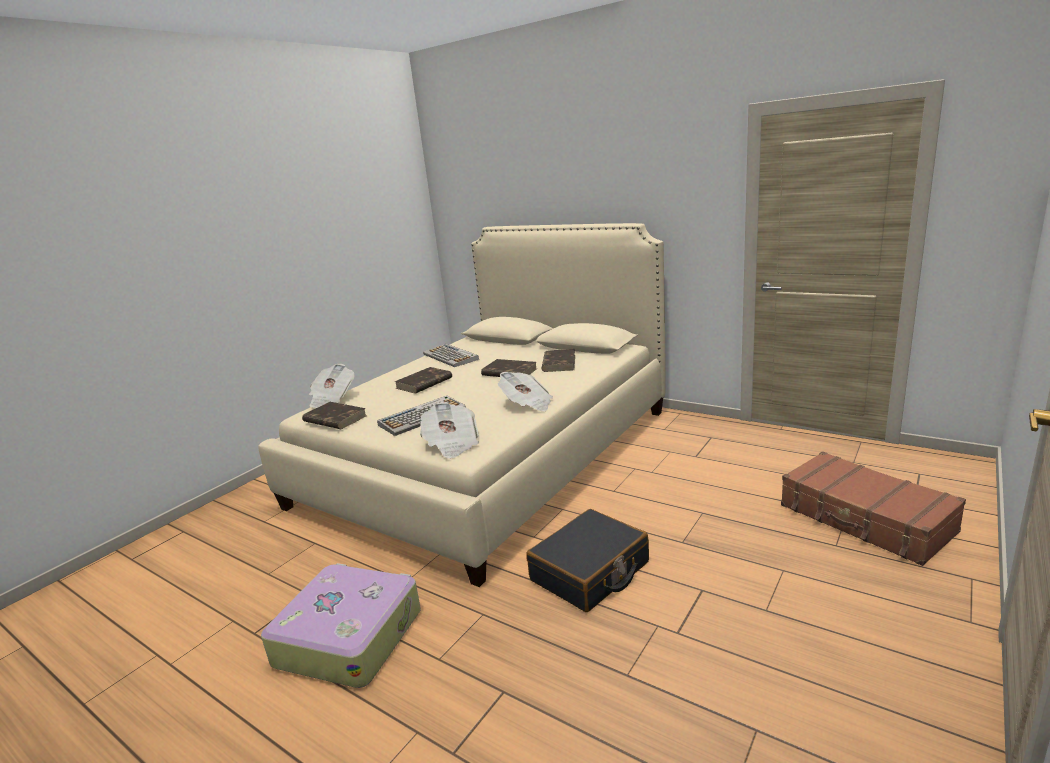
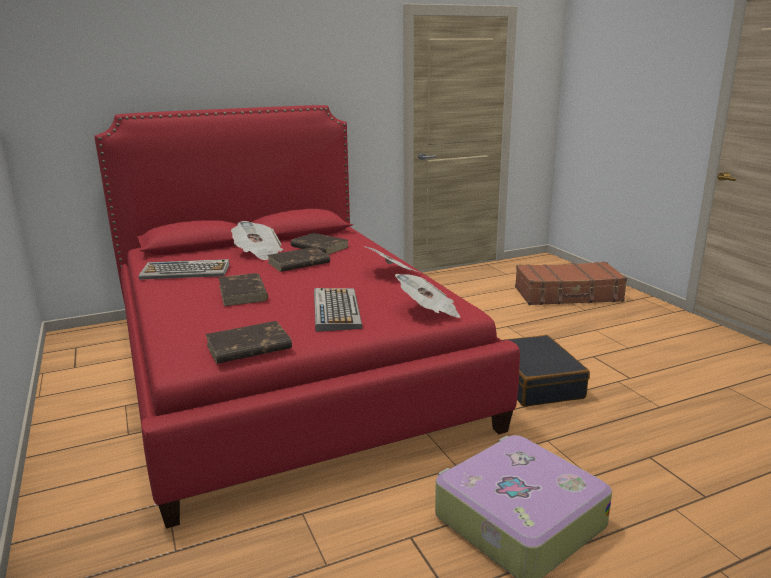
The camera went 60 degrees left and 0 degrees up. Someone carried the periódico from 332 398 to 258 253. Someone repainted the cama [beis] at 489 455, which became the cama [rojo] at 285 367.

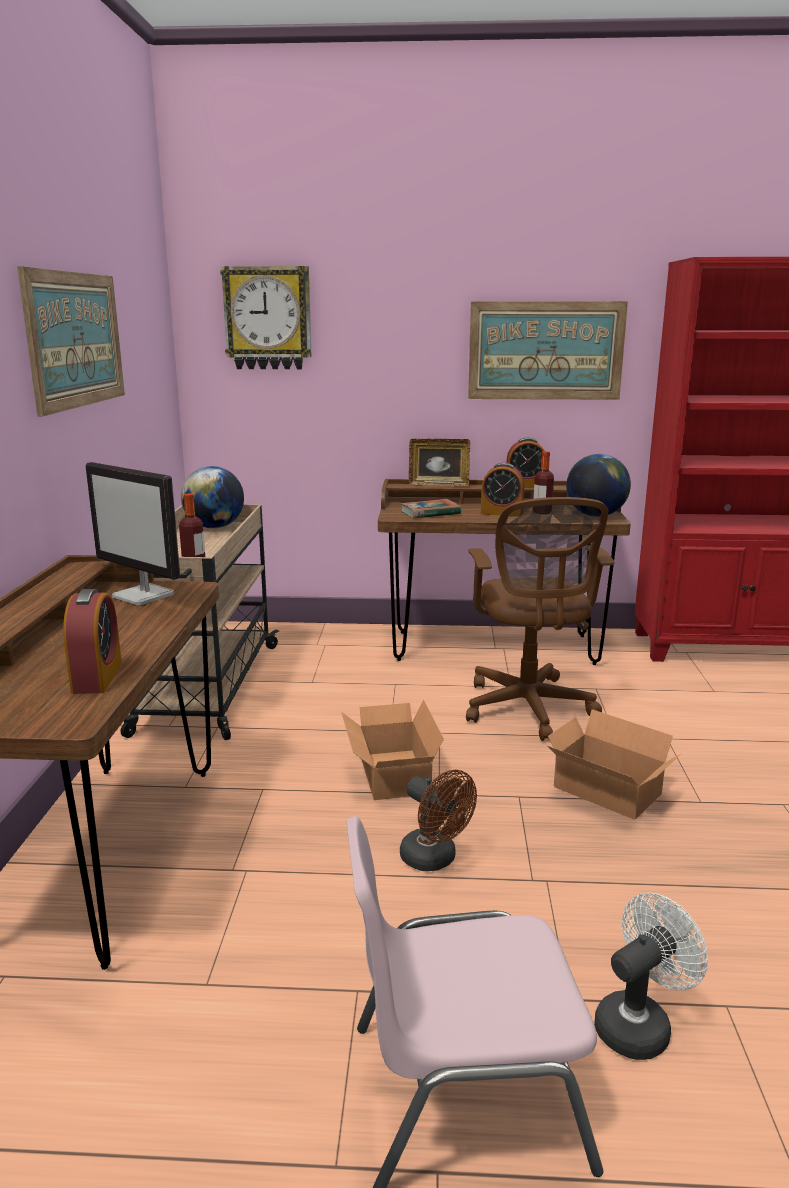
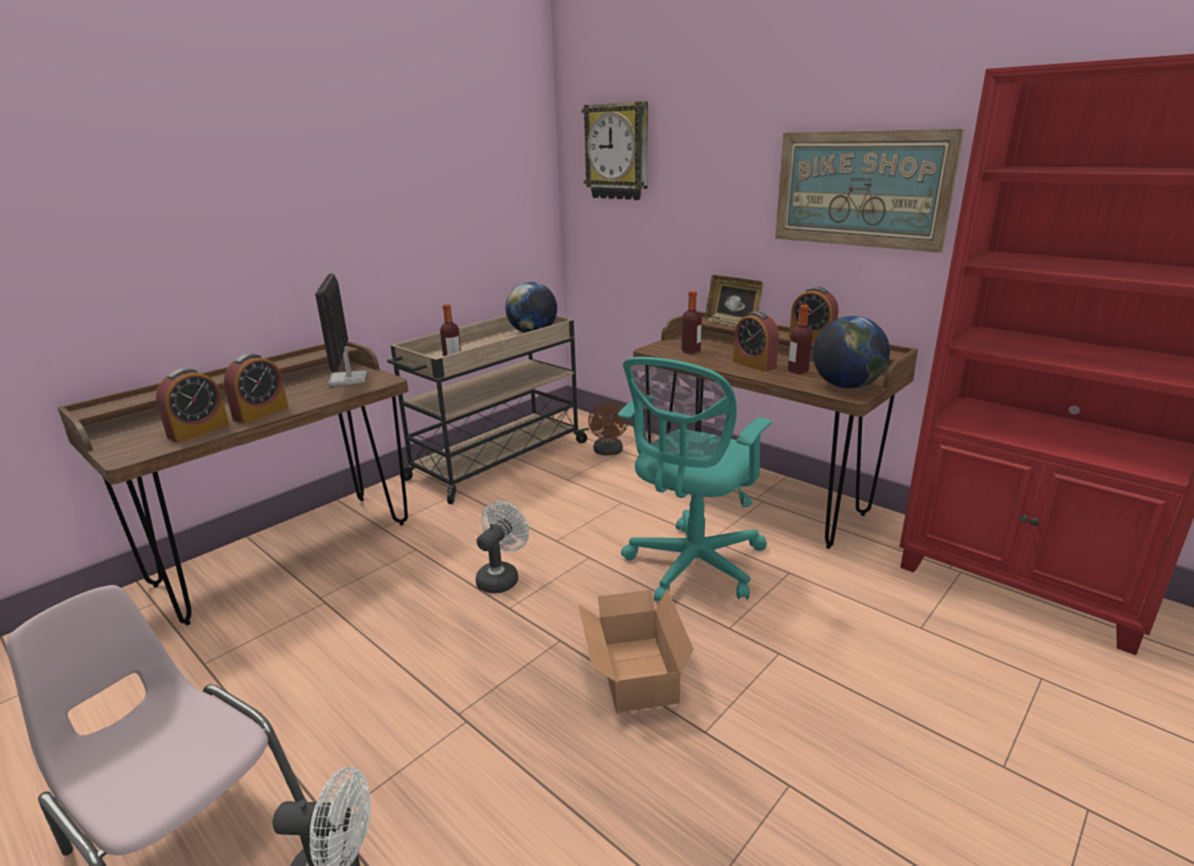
The camera went 40 degrees right and 5 degrees up. Someone took away the cuadro at 75 339. Someone put down the despertador at 261 413. Someone carried the ventilador [marrón] from 435 860 to 608 452. Someone swapped the caja de cartón at 391 776 for the ventilador [blanco] at 501 577. Someone swapped the libro at 430 513 for the botella at 690 351. Someone repainted the silla de oficina [marrón] at 528 710, which became the silla de oficina [turquesa] at 691 568.

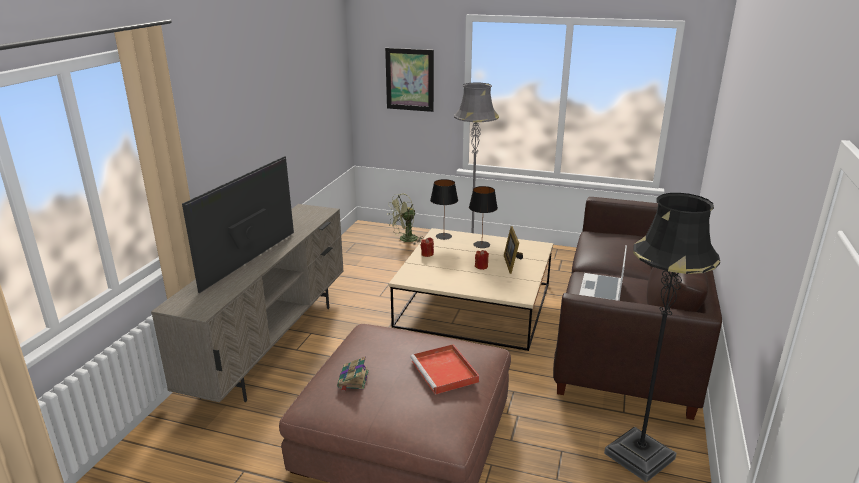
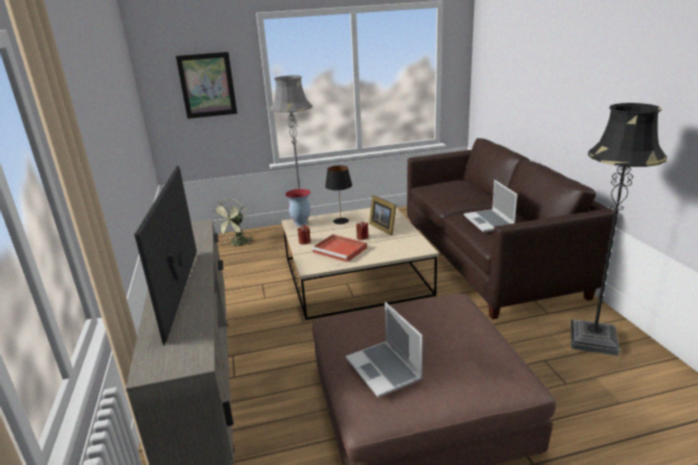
The camera went 30 degrees left and 0 degrees up. Someone carried the bandeja [rojo] from 445 372 to 341 250. Someone swapped the libro at 353 379 for the portátil at 385 370. Someone swapped the lámpara de mesa [negro] at 443 236 for the florero at 301 224.

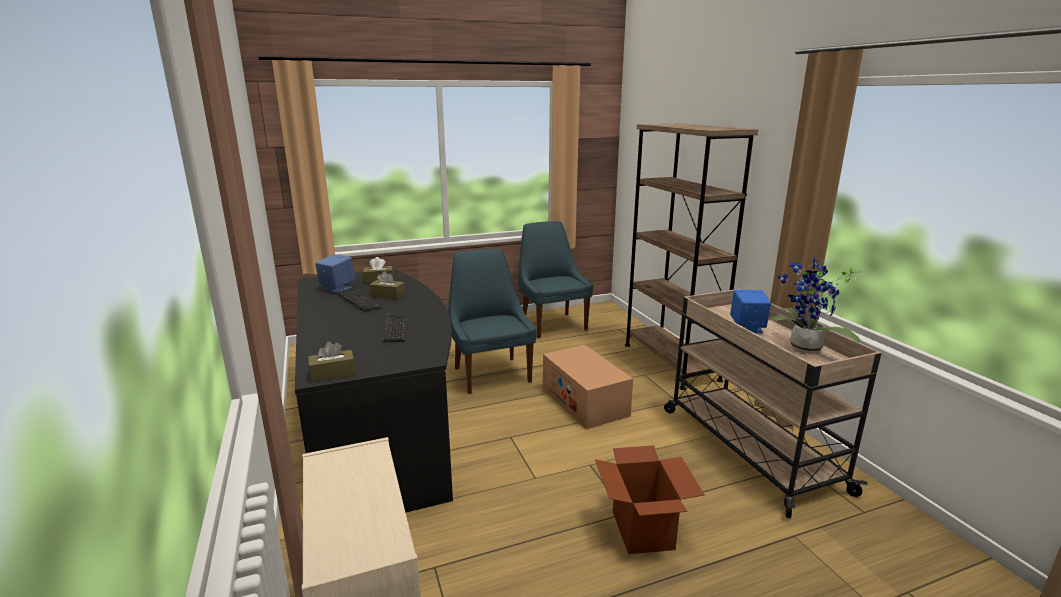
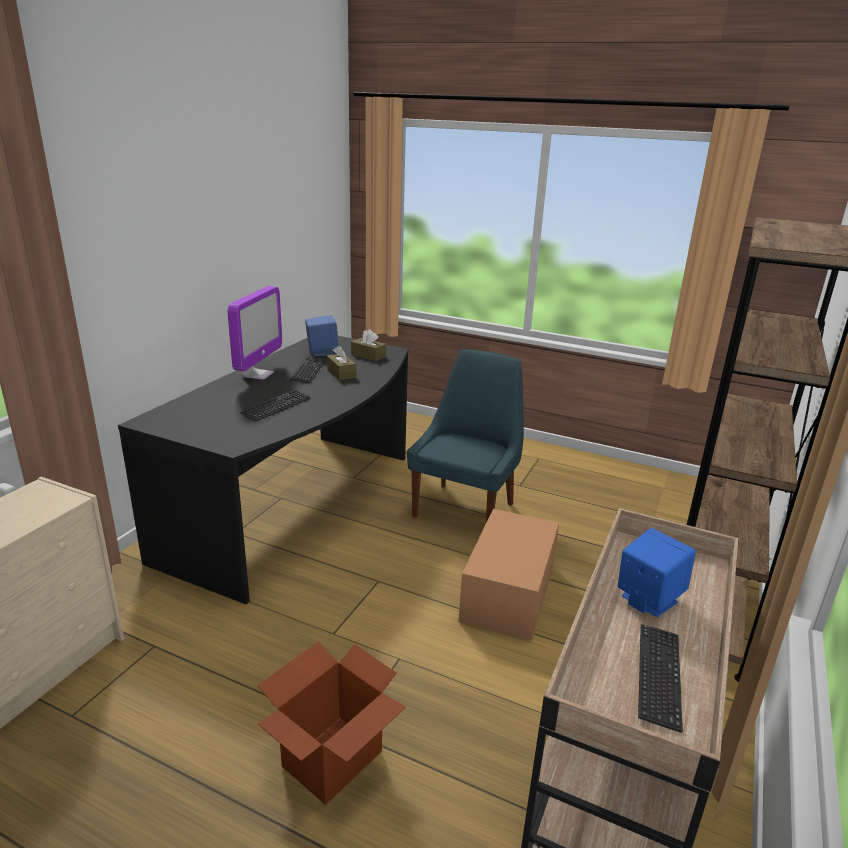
The camera went 45 degrees right and 5 degrees up. Someone took away the caja de pañuelos [marrón] at 332 373. Someone took away the silla [azul] at 552 324. Someone put down the monitor at 258 374. Someone swapped the planta en maceta at 803 349 for the teclado at 658 676.

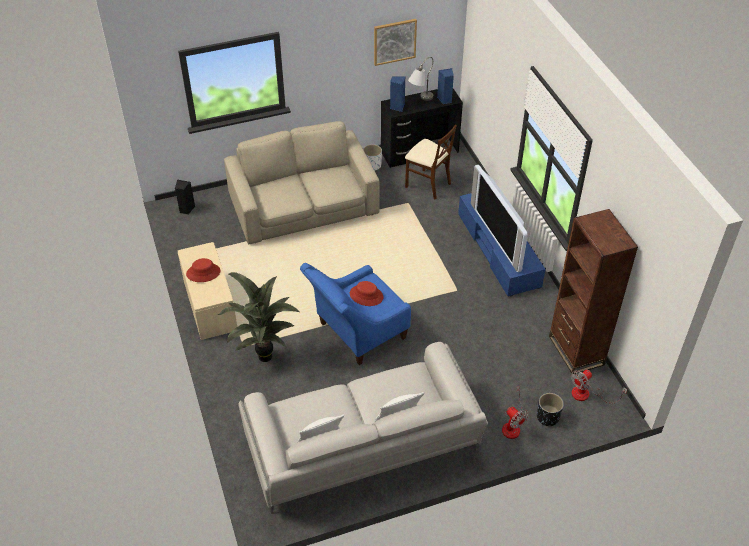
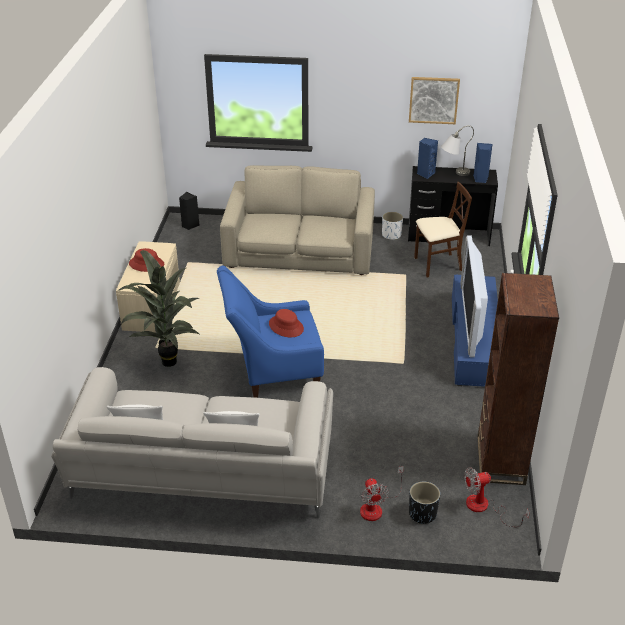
The camera went 25 degrees right and 10 degrees down. Someone rotated the silla [beis] at 428 184 by 75 degrees counterclockwise.

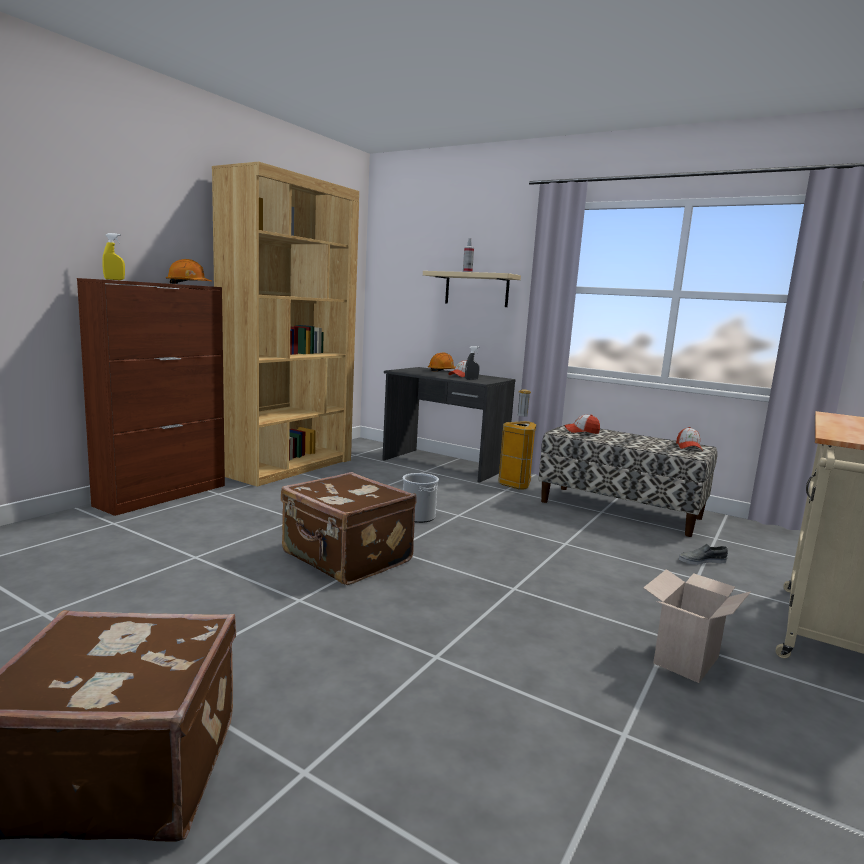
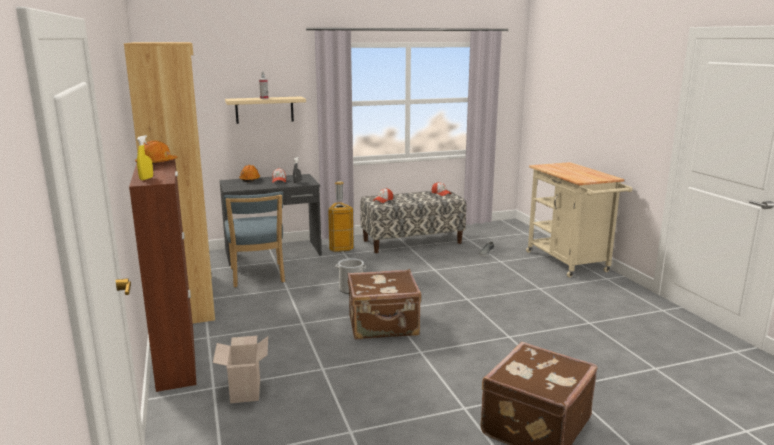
The camera went 50 degrees left and 5 degrees up. Someone put down the silla [azul] at 257 276. Someone carried the caja de cartón from 685 658 to 244 390.

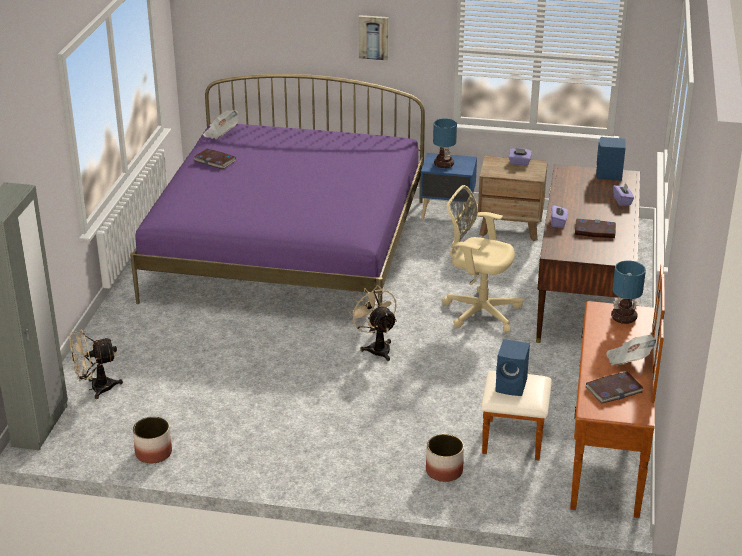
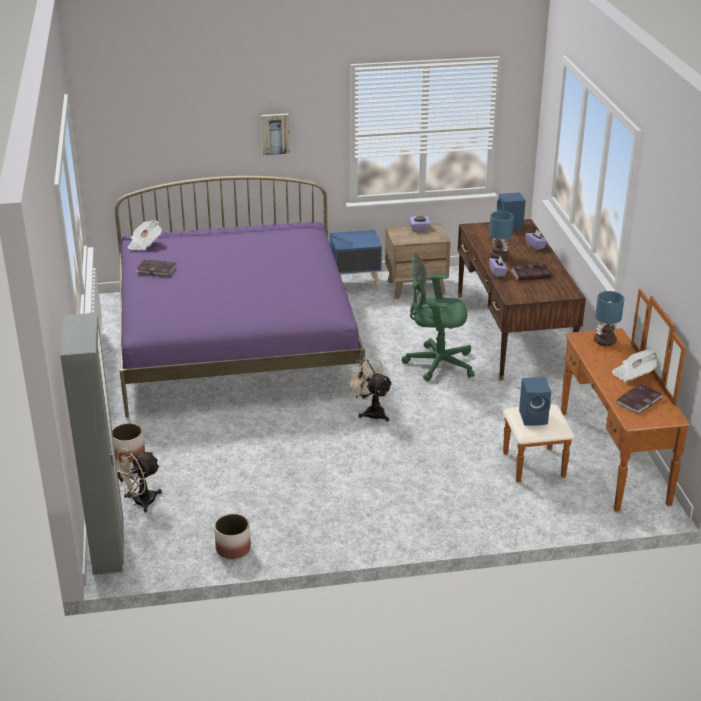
The camera went 20 degrees left and 0 degrees up. Someone carried the maceta from 444 471 to 129 454. Someone carried the lámpara de mesa from 443 164 to 498 256. Someone repainted the silla de oficina [beis] at 478 311, which became the silla de oficina [verde] at 436 363.

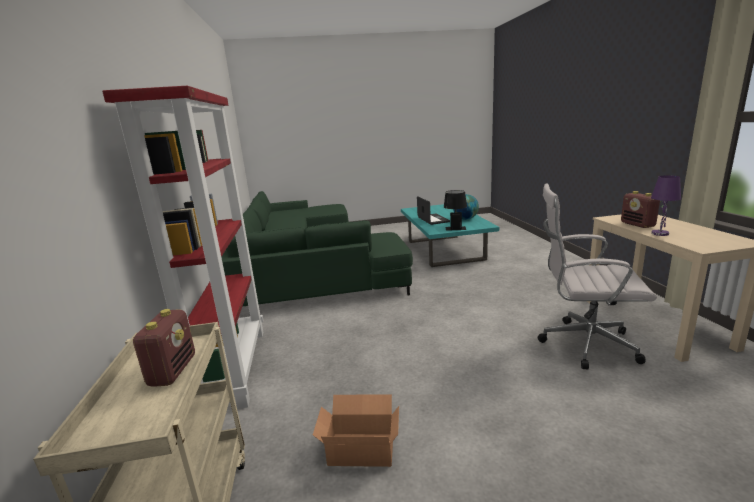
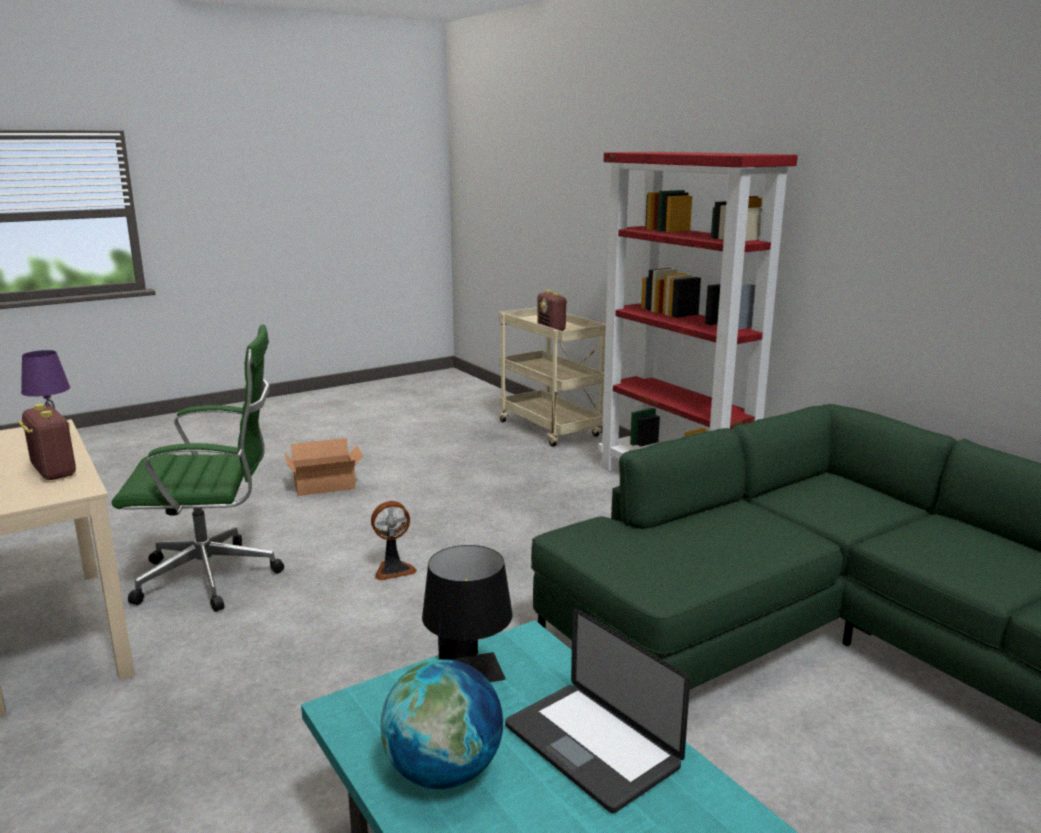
The camera went 155 degrees right and 0 degrees up. Someone put down the ventilador at 393 569. Someone carried the caja de cartón from 360 447 to 326 486. Someone repainted the silla de oficina [blanco] at 583 344, which became the silla de oficina [verde] at 215 577.

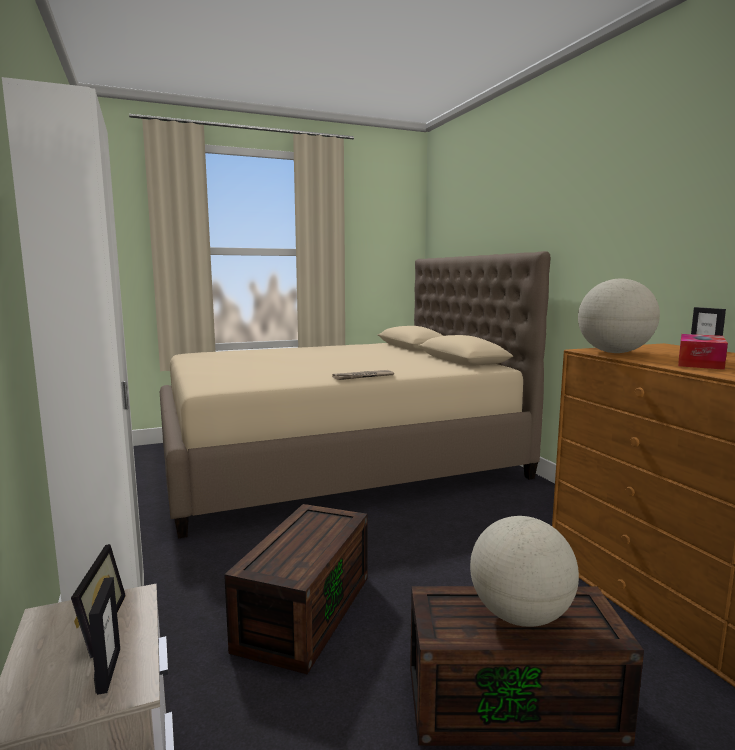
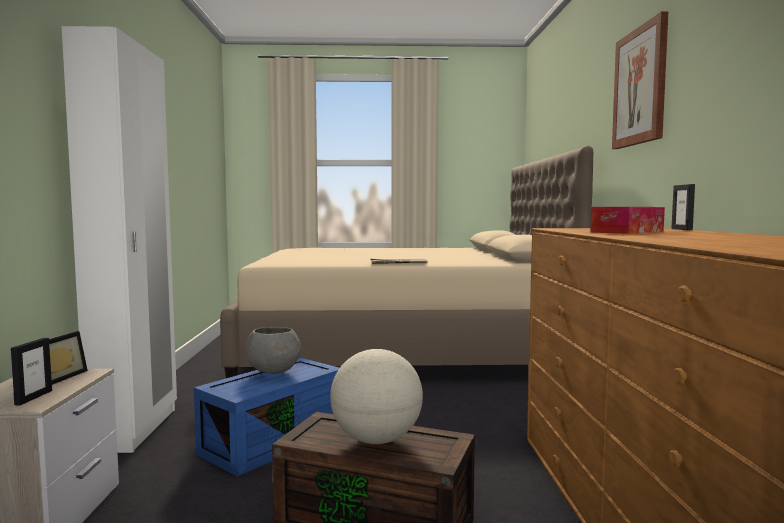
The camera went 20 degrees right and 5 degrees down. Someone took away the globo terráqueo at 614 352. Someone put down the cuenco [gris] at 273 372. Someone put up the cuadro at 640 86. Someone repainted the caja de almacenaje [marrón] at 304 610, which became the caja de almacenaje [azul] at 274 440.

